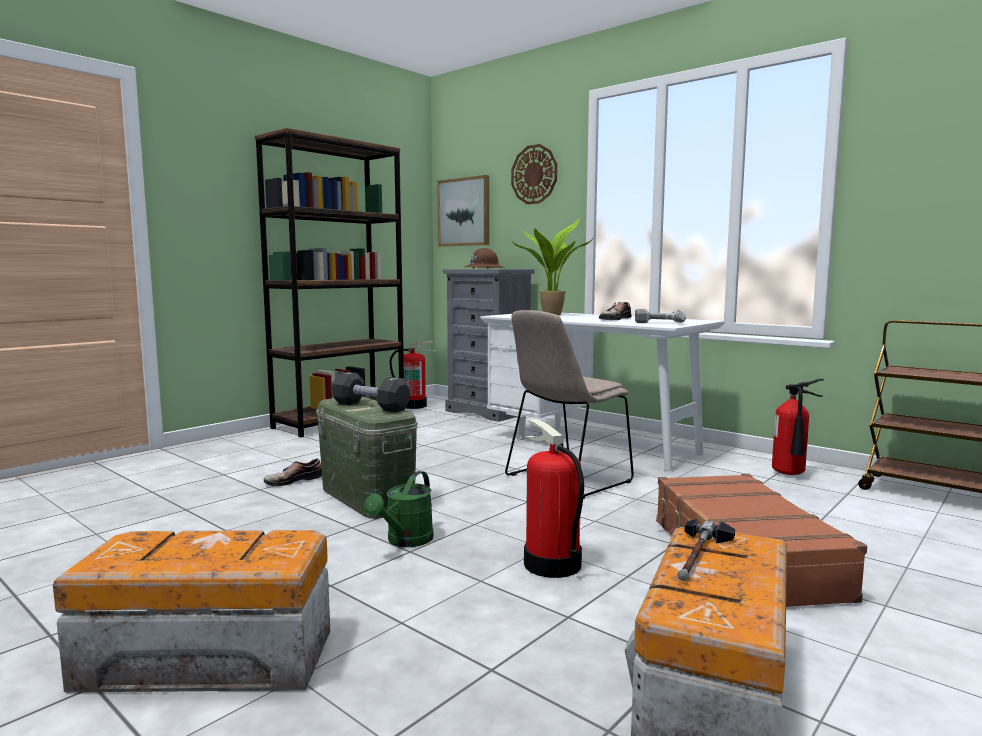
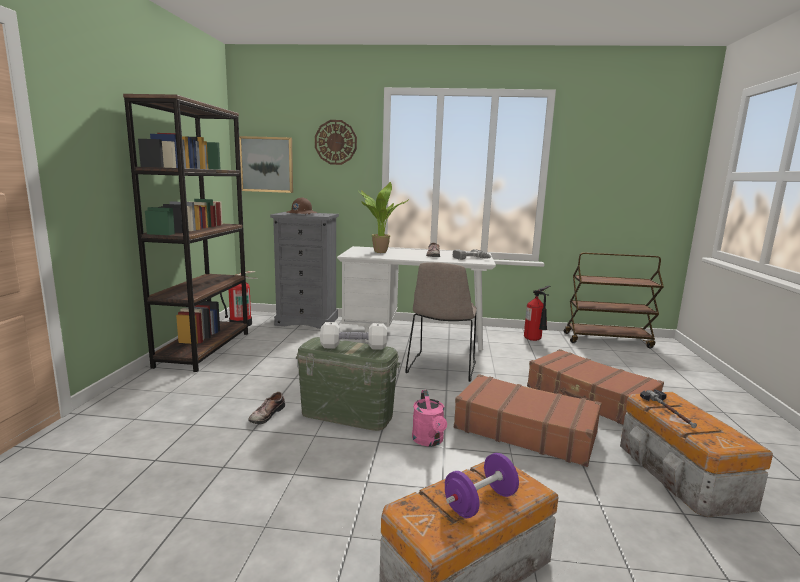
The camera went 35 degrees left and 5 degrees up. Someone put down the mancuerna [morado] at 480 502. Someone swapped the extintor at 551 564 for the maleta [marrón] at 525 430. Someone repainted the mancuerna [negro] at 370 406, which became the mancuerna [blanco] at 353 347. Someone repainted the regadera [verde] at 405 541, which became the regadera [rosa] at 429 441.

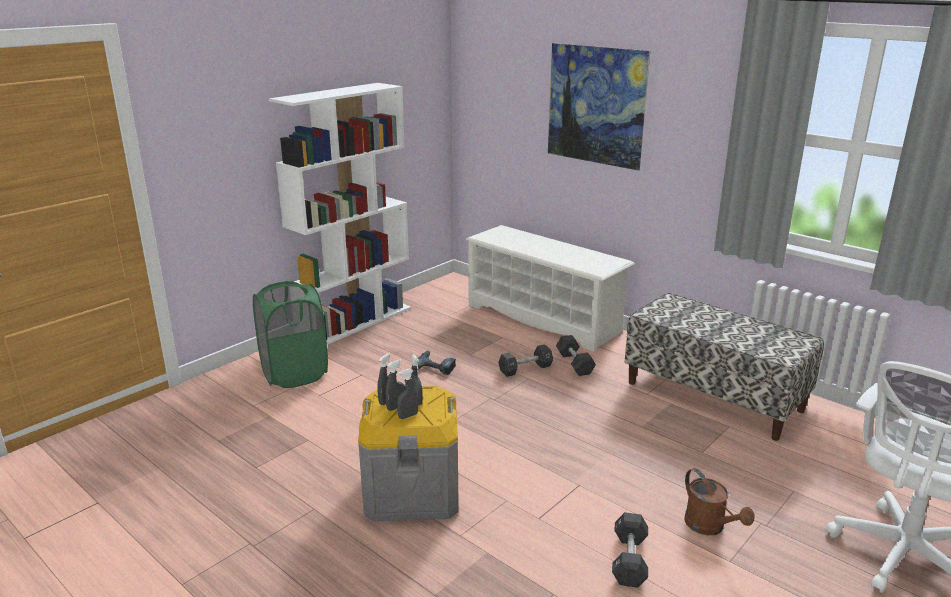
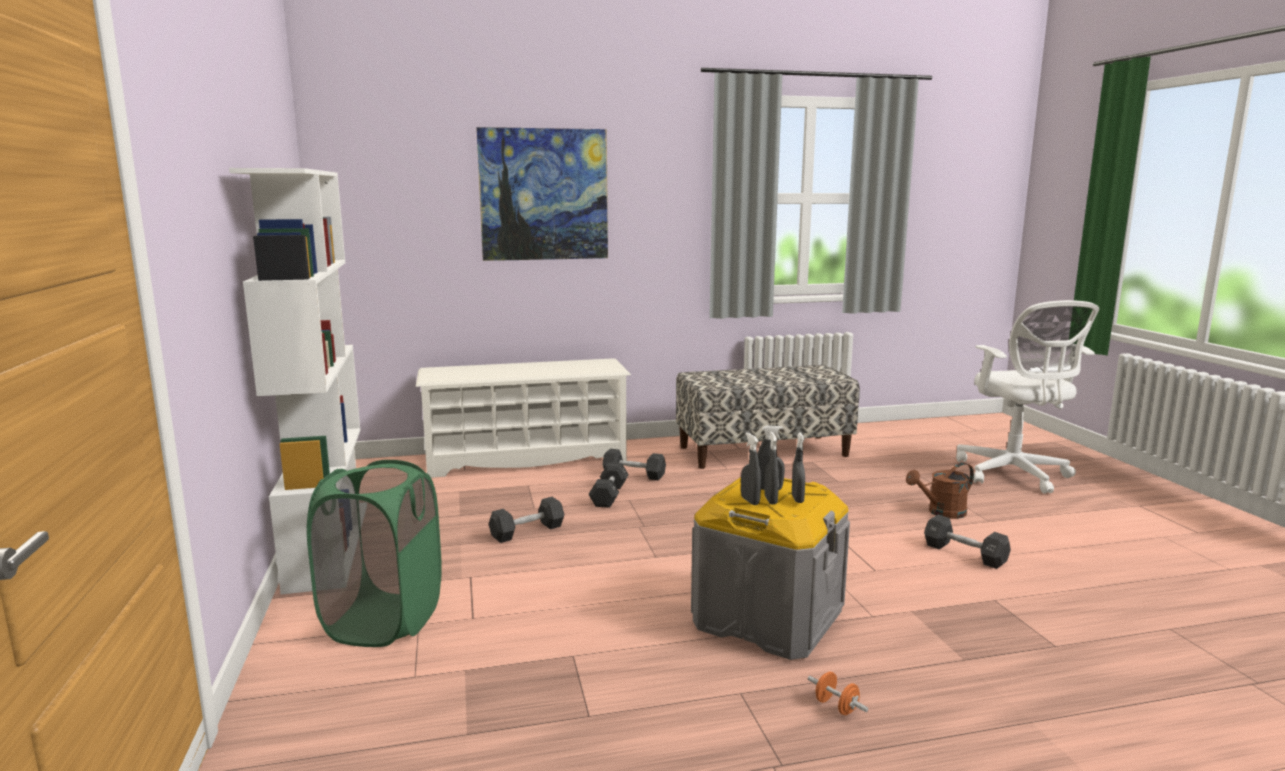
The camera went 55 degrees left and 10 degrees down. Someone put down the mancuerna [naranja] at 836 707. Someone swapped the taladro at 435 366 for the mancuerna [negro] at 527 531. Someone rotated the regadera [marrón] at 710 527 by 150 degrees clockwise.

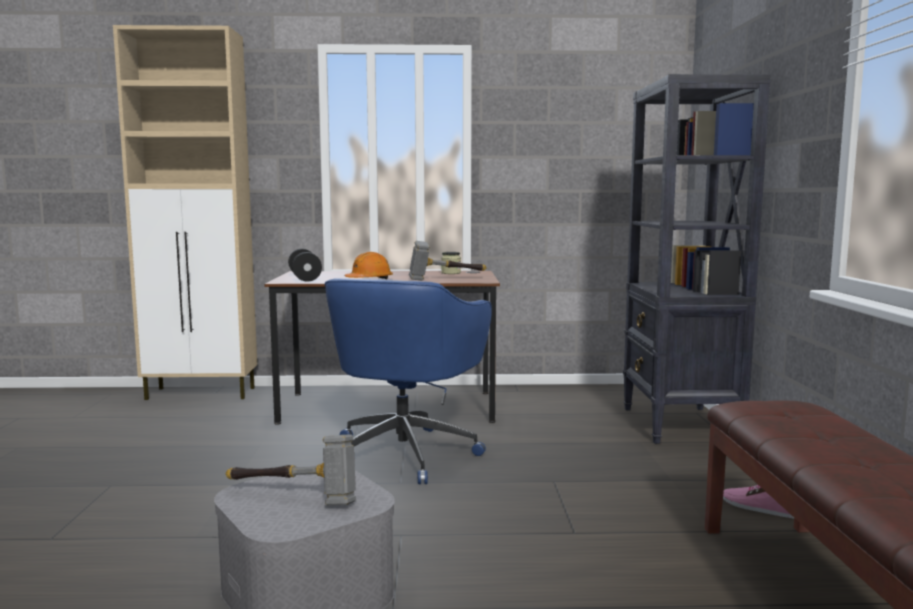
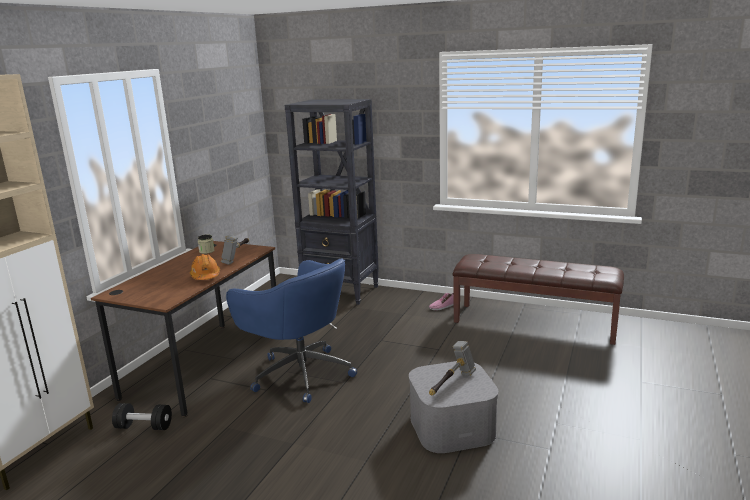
The camera went 65 degrees left and 10 degrees up. Someone carried the mancuerna [negro] from 305 278 to 144 427.

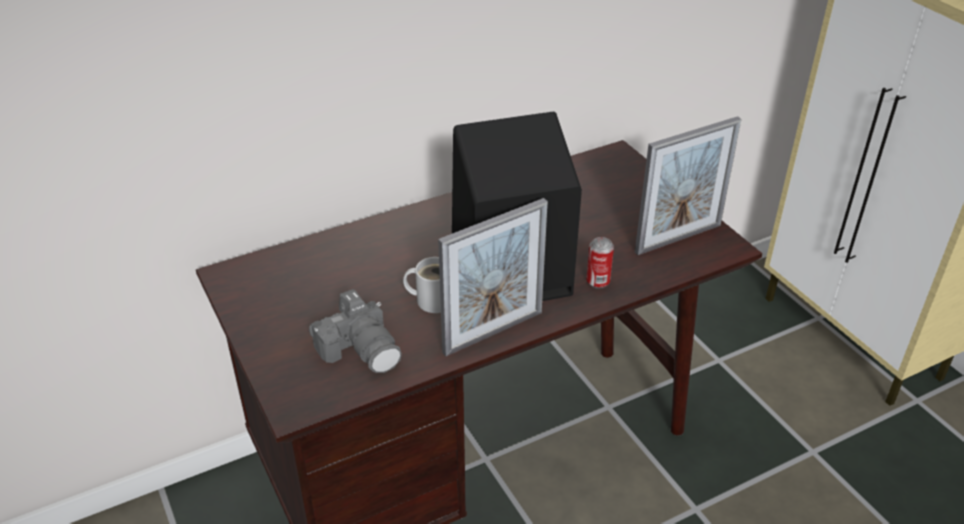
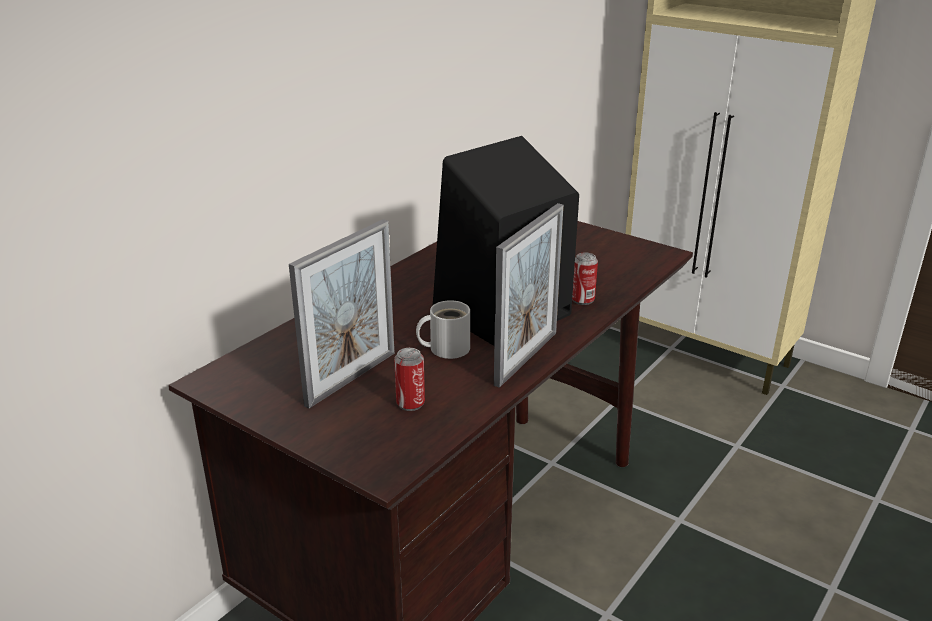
The camera went 25 degrees left and 10 degrees down. Someone carried the portarretratos from 678 238 to 351 378. Someone swapped the cámara at 361 349 for the lata at 410 403.

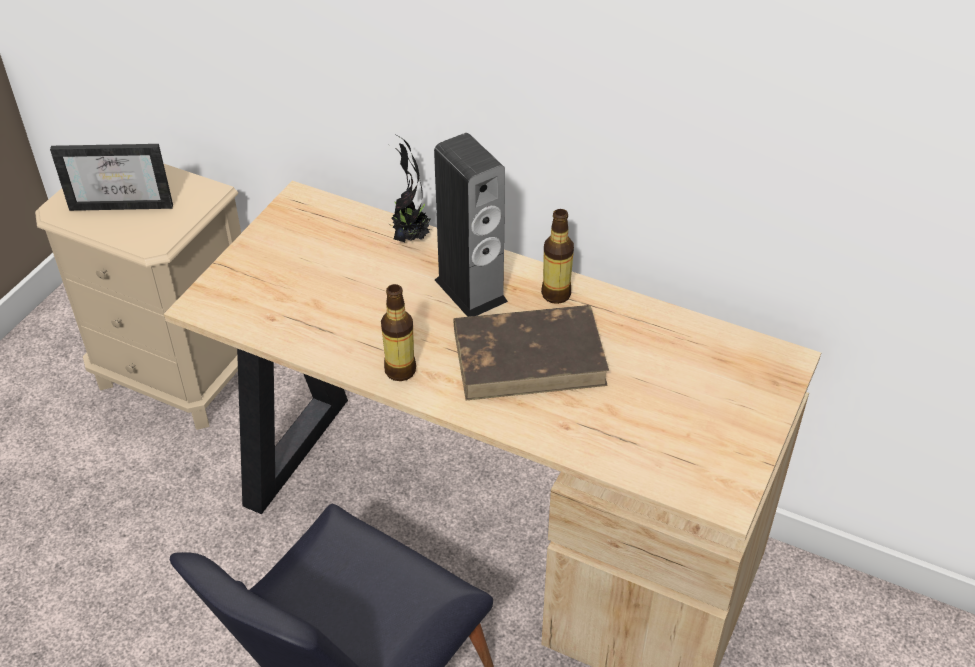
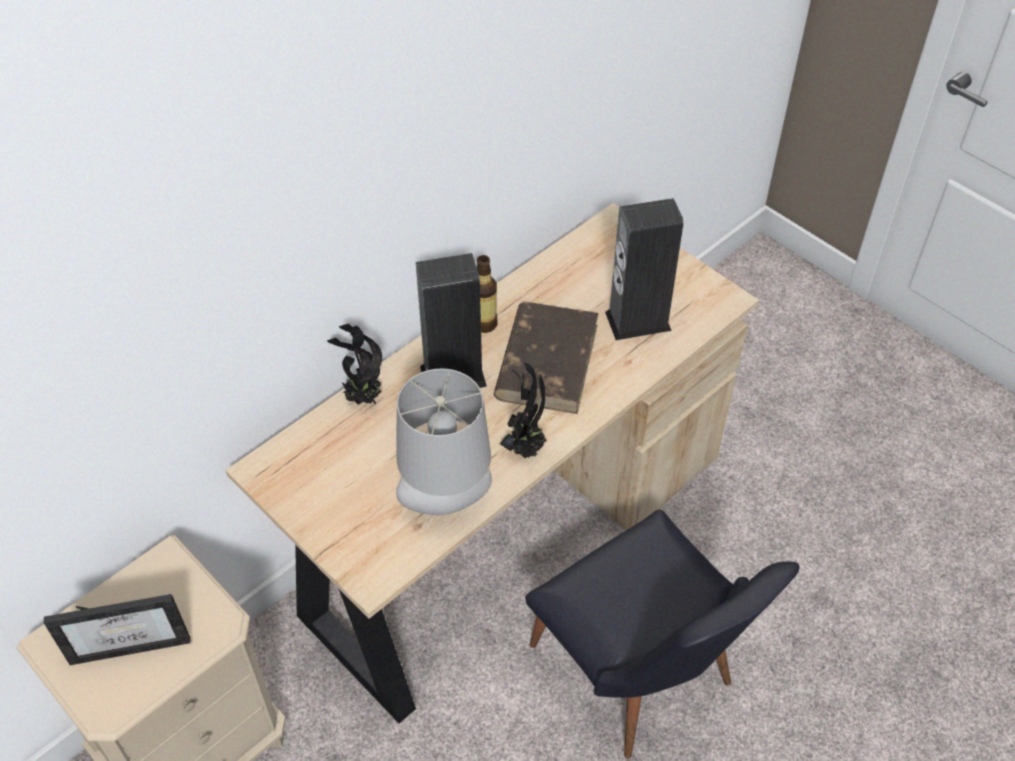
The camera went 70 degrees left and 5 degrees up. Someone put down the lámpara de mesa [gris] at 447 502. Someone put down the altavoz at 638 321. Someone swapped the botella at 400 370 for the planta en maceta at 525 448. Someone rotated the portarretratos at 125 201 by 60 degrees clockwise.

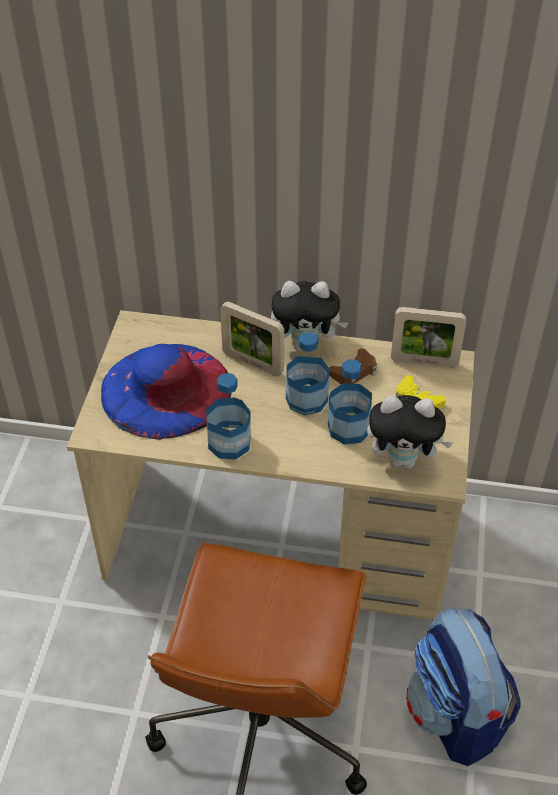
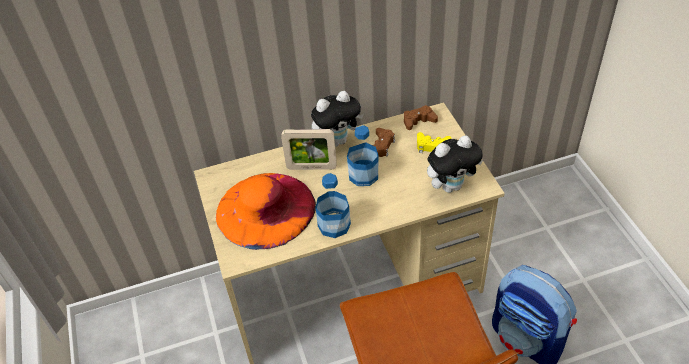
The camera went 25 degrees left and 0 degrees up. Someone took away the botella at 349 428. Someone swapped the portarretratos at 424 361 for the mando de consola [marrón] at 418 121. Someone repainted the sombrero [azul] at 166 389, which became the sombrero [naranja] at 265 209.

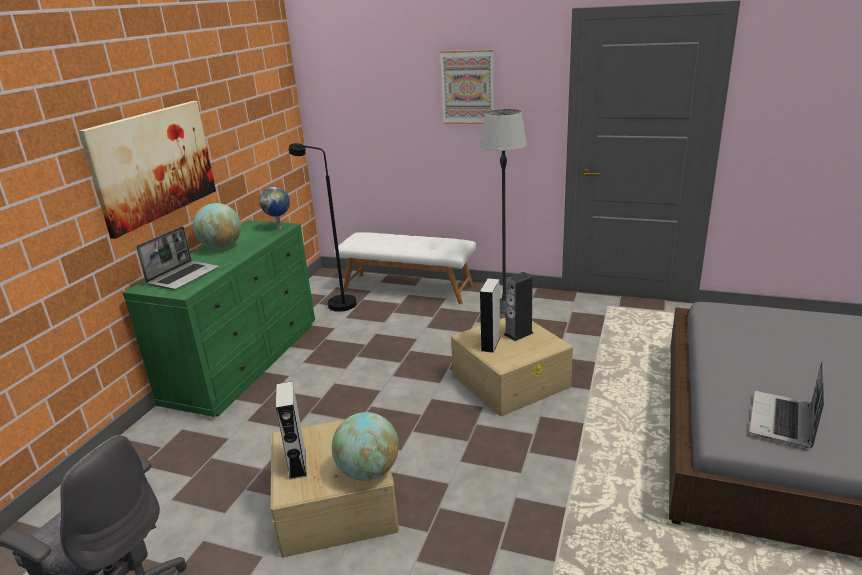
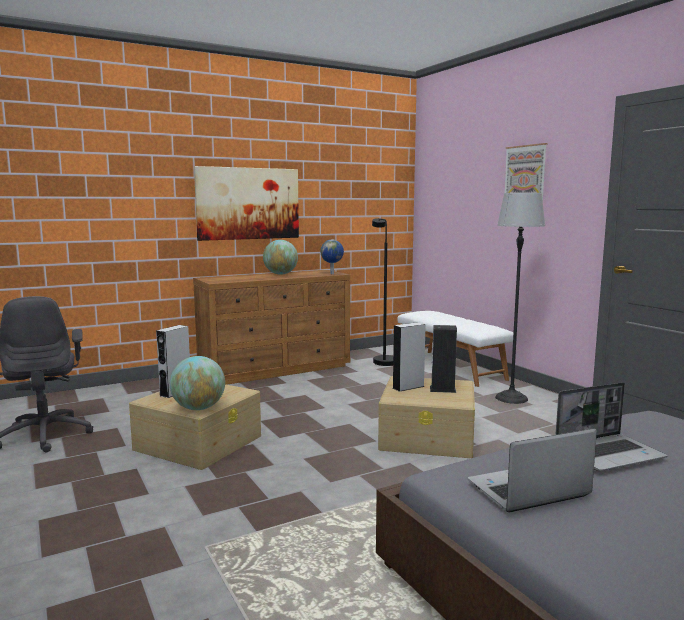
The camera went 40 degrees right and 15 degrees down. Someone carried the portátil from 184 276 to 609 453. Someone repainted the cómoda [verde] at 245 361, which became the cómoda [marrón] at 276 369.

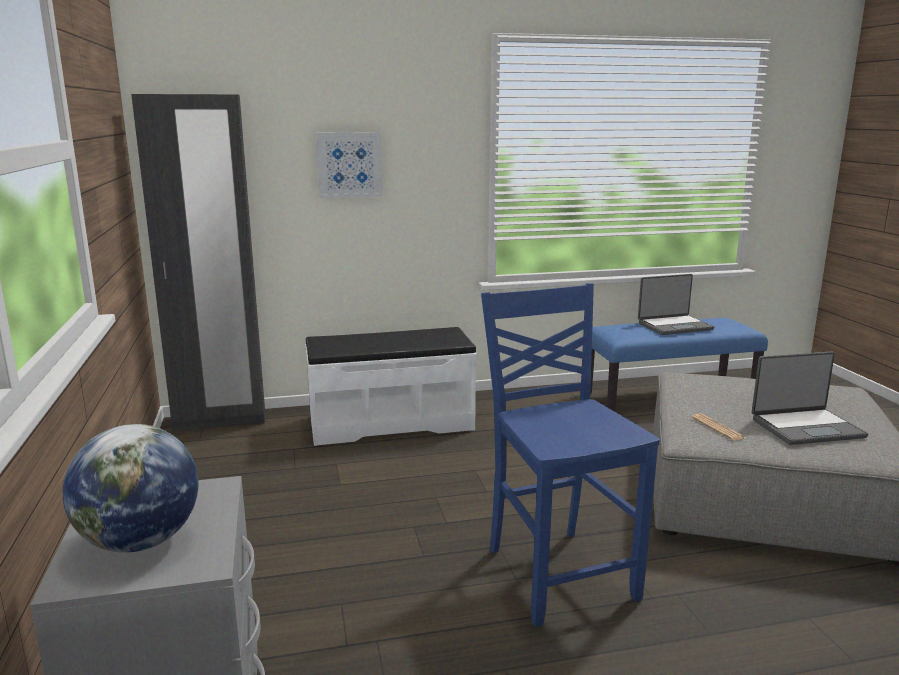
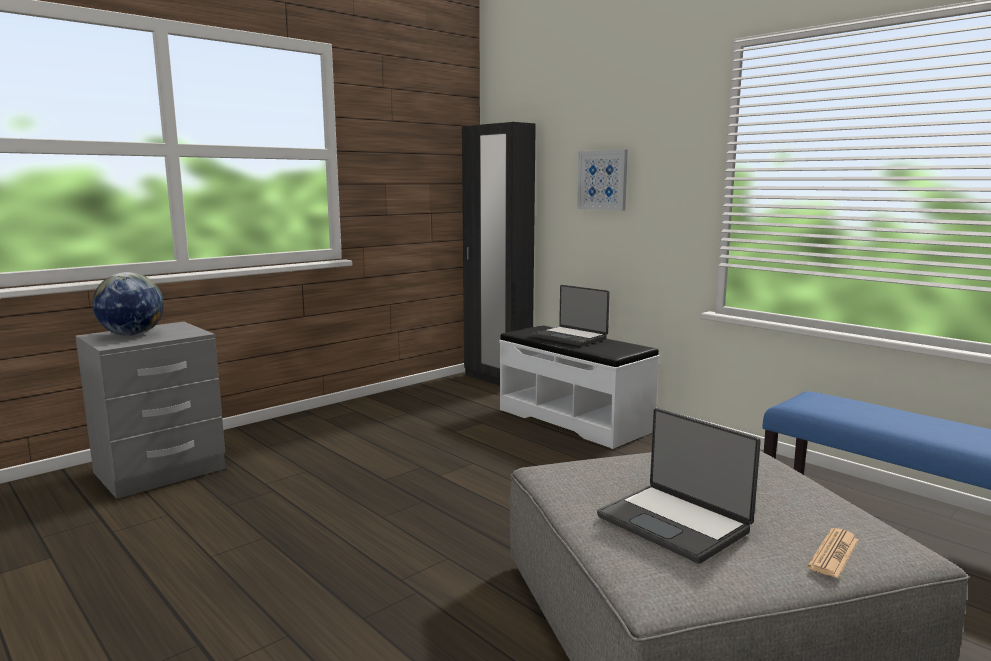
The camera went 60 degrees right and 5 degrees down. Someone took away the silla [azul] at 558 572. Someone carried the portátil from 674 326 to 571 337. Someone carried the periódico from 717 428 to 834 554.

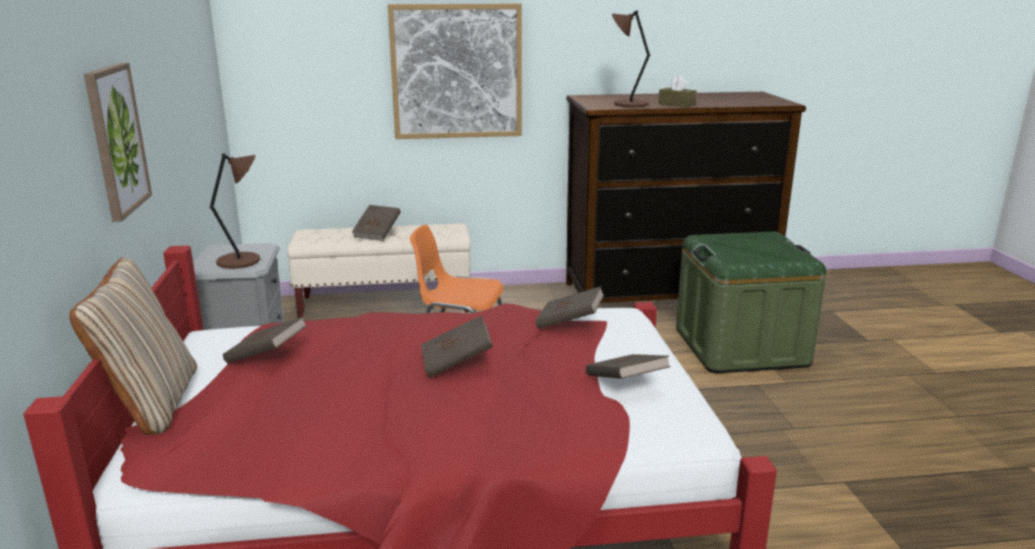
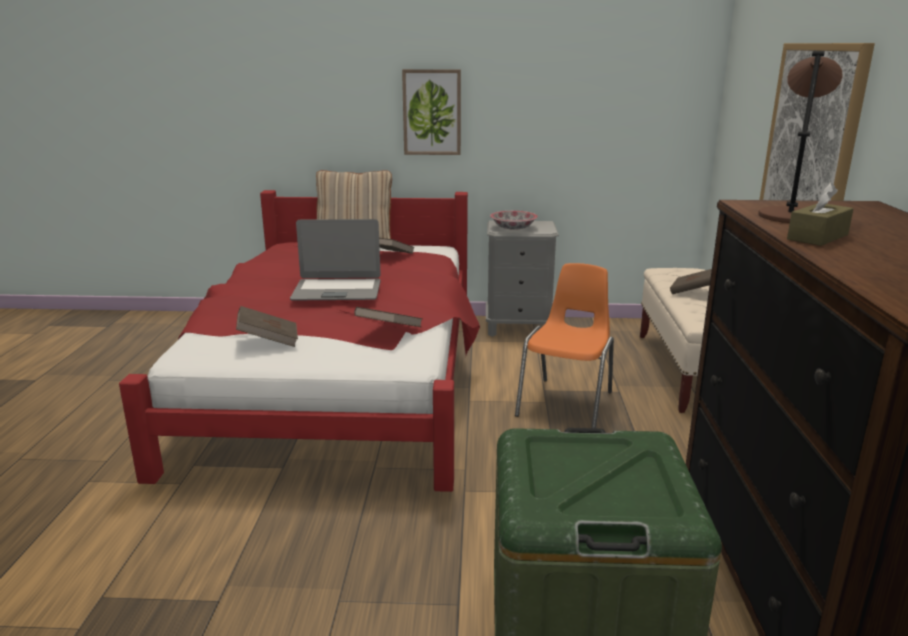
The camera went 100 degrees right and 0 degrees up. Someone swapped the lámpara de mesa [marrón] at 241 261 for the cuenco at 513 228. Someone swapped the libro [marrón] at 456 363 for the portátil at 337 291.

